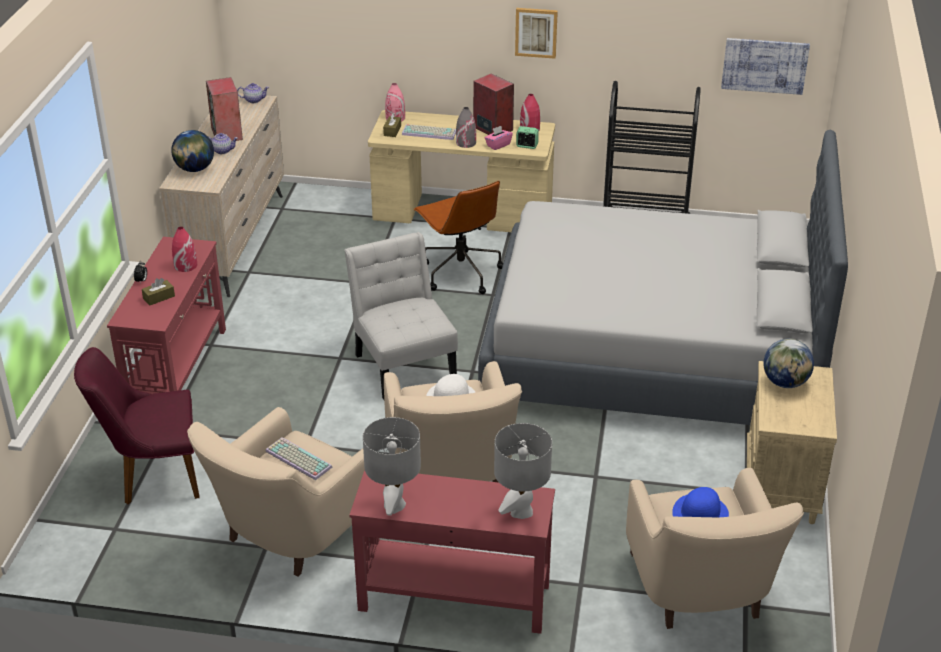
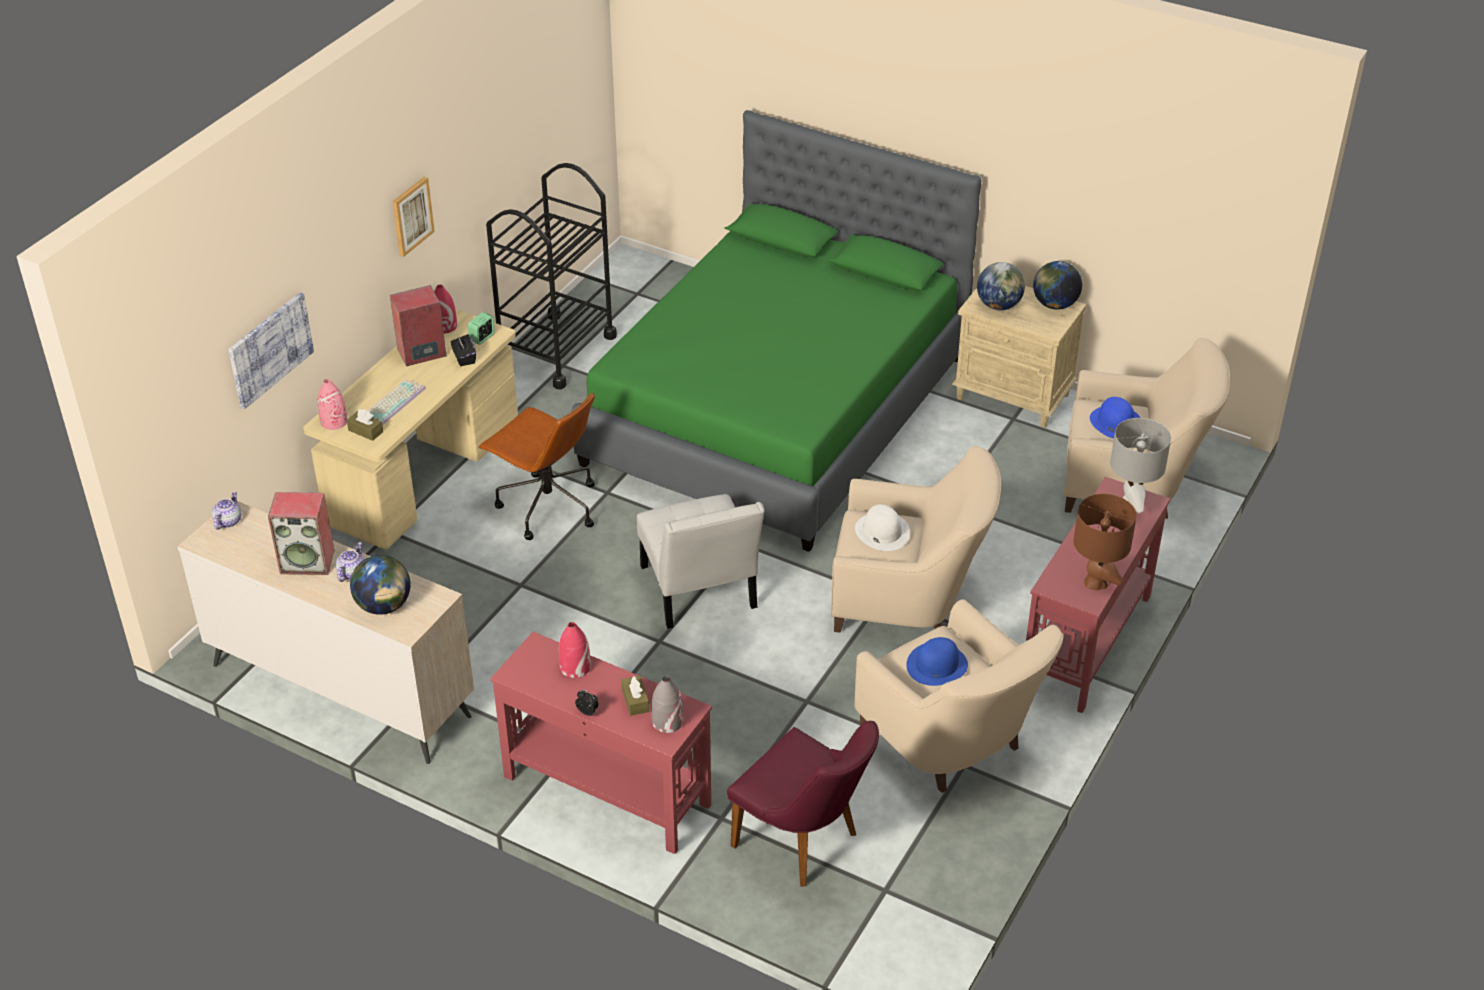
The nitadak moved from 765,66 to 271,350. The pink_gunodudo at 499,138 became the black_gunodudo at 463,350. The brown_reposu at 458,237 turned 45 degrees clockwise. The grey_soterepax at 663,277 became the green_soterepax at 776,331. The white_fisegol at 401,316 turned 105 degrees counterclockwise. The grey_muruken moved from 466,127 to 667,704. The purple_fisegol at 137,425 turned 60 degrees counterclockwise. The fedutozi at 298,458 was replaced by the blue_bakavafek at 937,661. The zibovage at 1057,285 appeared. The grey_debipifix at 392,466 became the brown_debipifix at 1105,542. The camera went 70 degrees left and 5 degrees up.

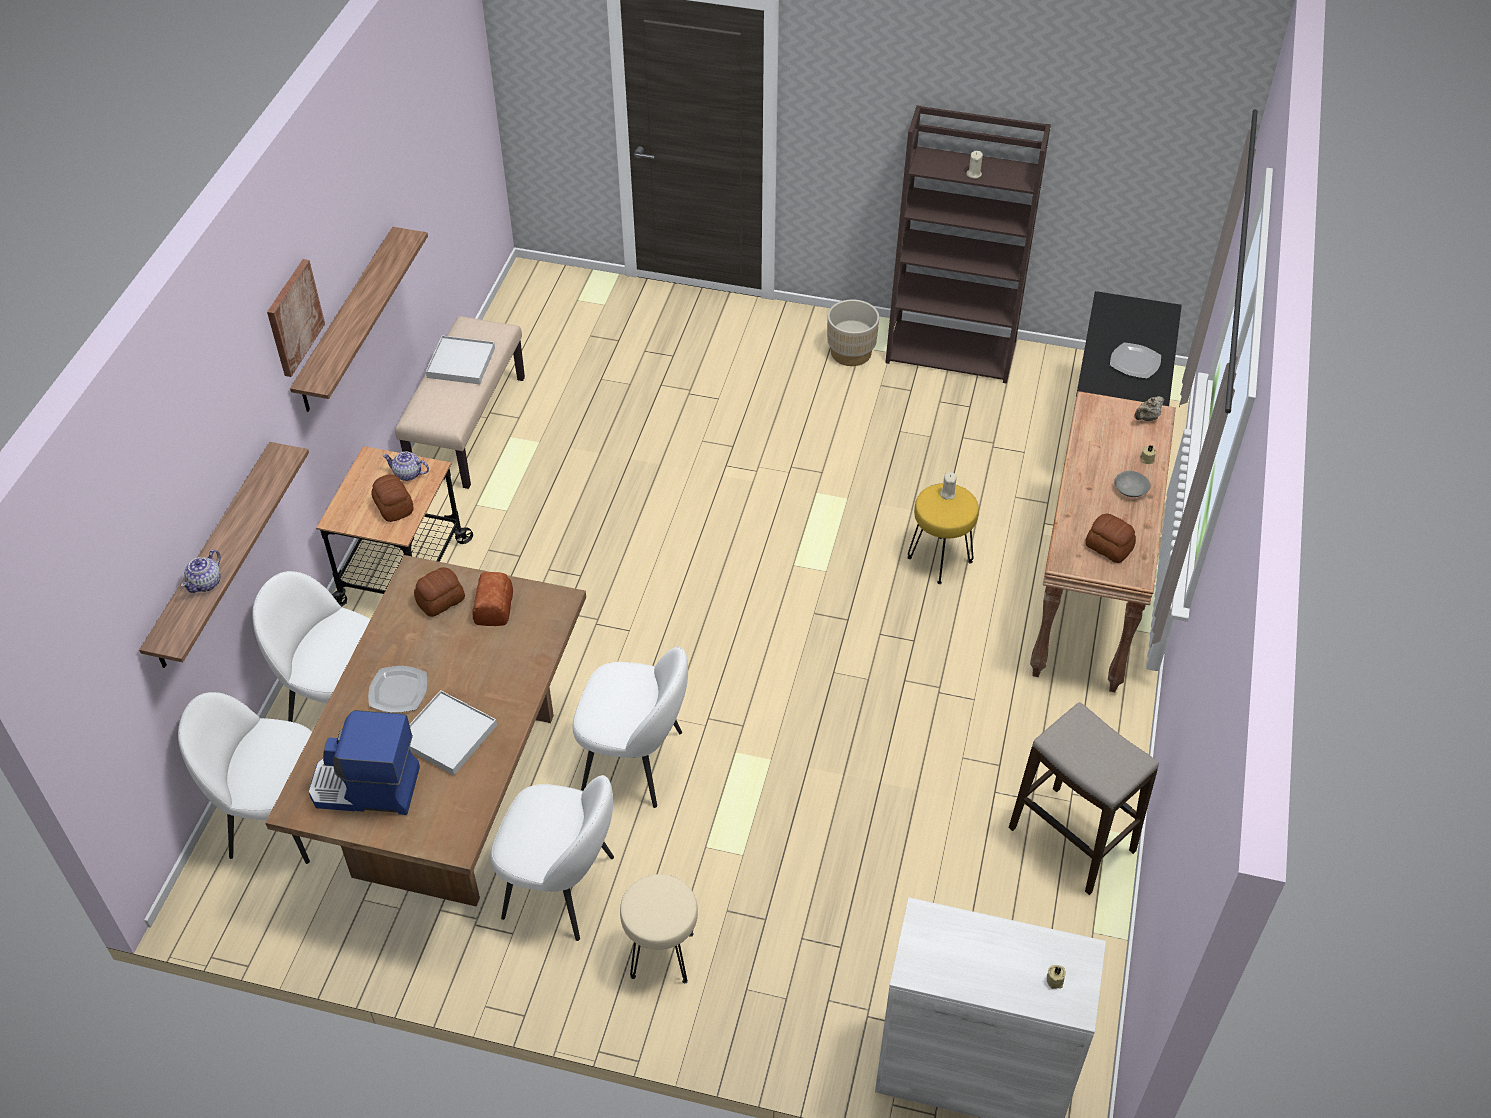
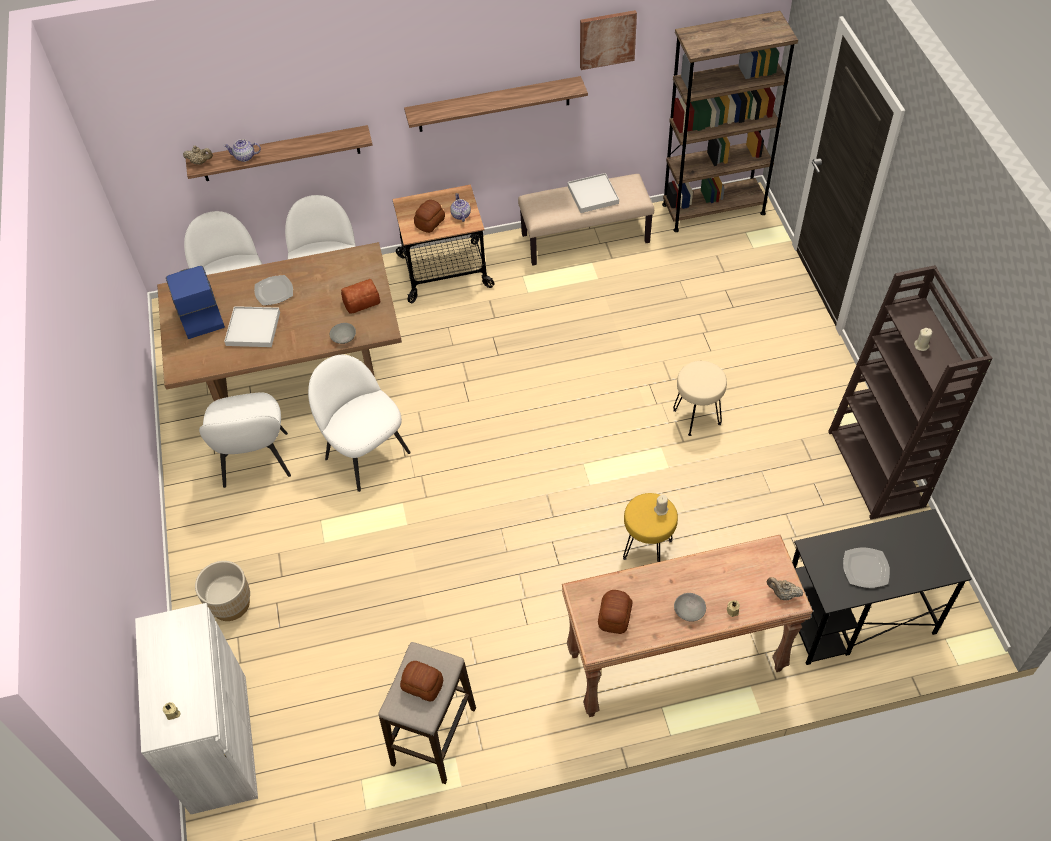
The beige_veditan at 198,155 appeared. The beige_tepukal moved from 853,332 to 222,591. The white_fisegol at 630,727 turned 150 degrees clockwise. The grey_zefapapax at 343,333 appeared. The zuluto moved from 439,592 to 421,681. The nitadak moved from 296,318 to 608,40. The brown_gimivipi at 730,121 appeared. The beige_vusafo moved from 659,928 to 700,398. The camera went 65 degrees right and 5 degrees up.

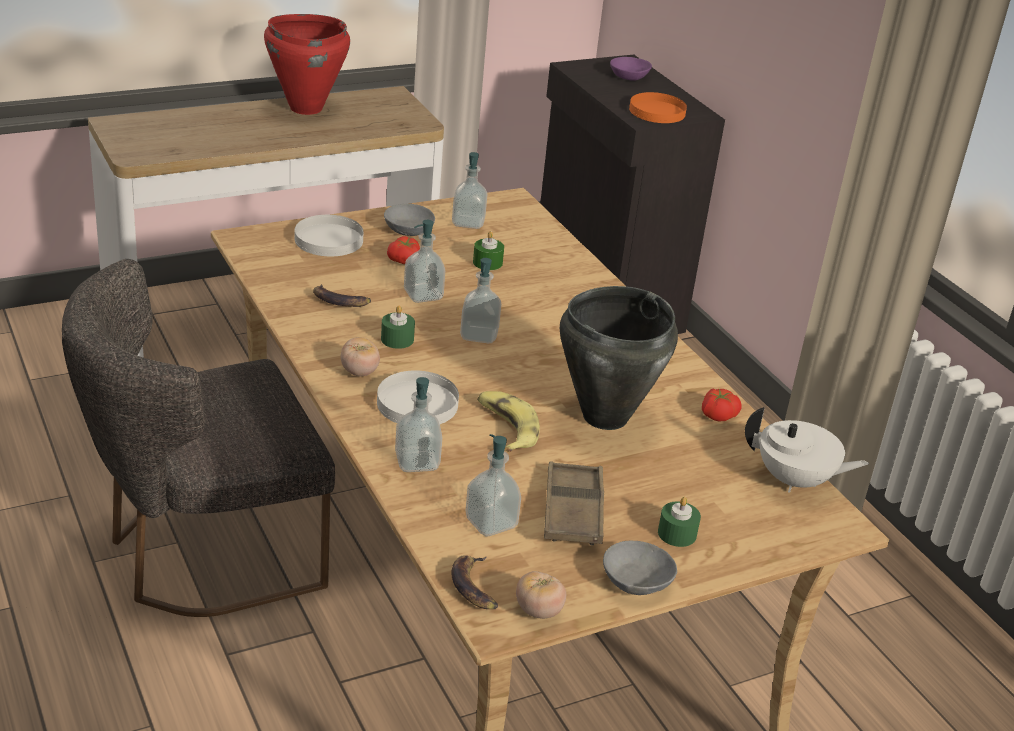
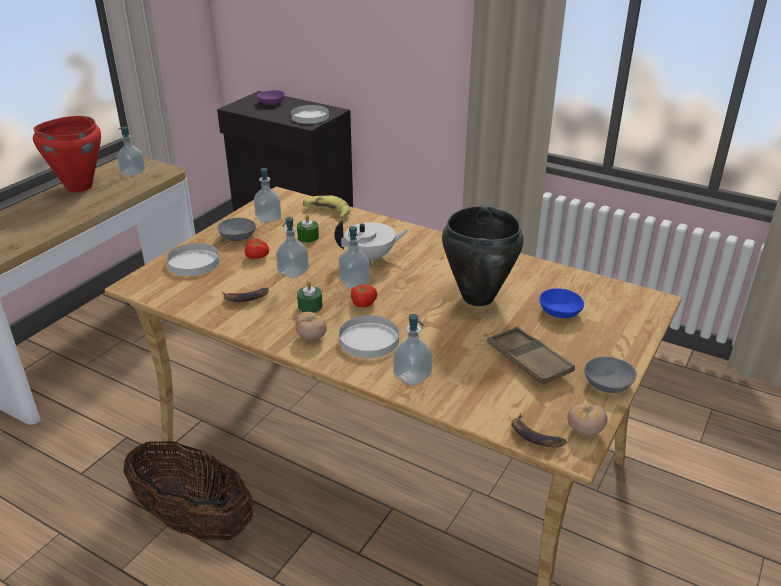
The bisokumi moved from 493,485 to 131,151. The grey_fisegol at 198,438 was replaced by the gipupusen at 188,490. The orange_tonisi at 658,107 became the white_tonisi at 310,114. The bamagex moved from 508,422 to 326,207. The white_veditan moved from 807,450 to 371,242. The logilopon moved from 722,405 to 364,296. The blue_zefapapax at 561,303 appeared. The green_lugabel at 679,522 disappeared. The camera went 30 degrees left and 0 degrees up.

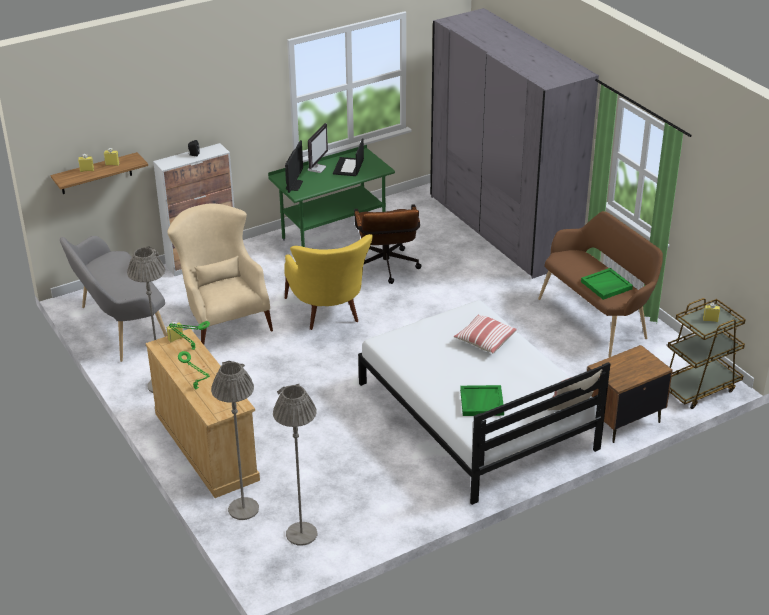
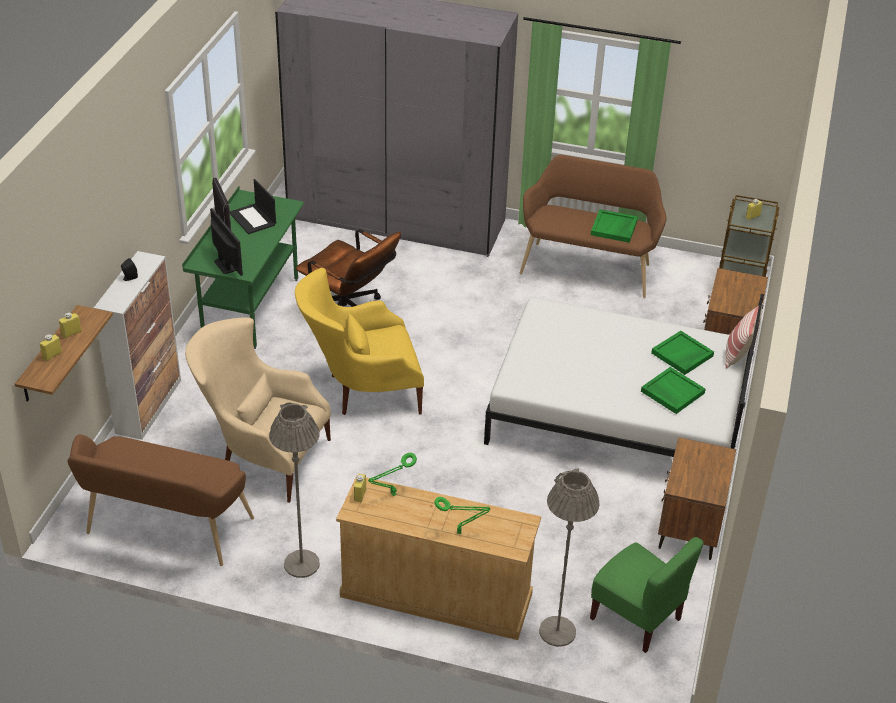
The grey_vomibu at 114,299 became the brown_vomibu at 161,500. The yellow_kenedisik at 328,282 turned 135 degrees clockwise. The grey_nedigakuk at 295,464 was replaced by the green_fisegol at 646,595. The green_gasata at 682,353 appeared. The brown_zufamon at 697,498 appeared. The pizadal at 485,333 disappeared. The camera went 45 degrees left and 5 degrees up.

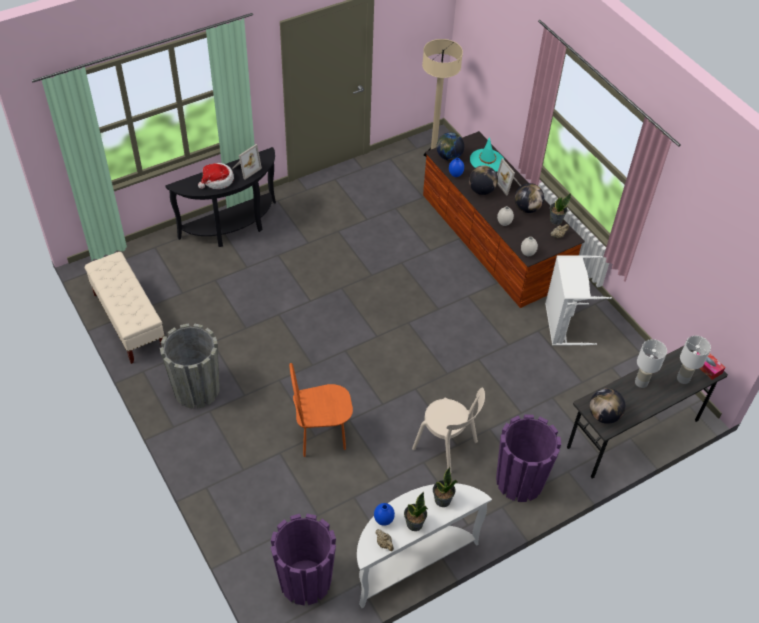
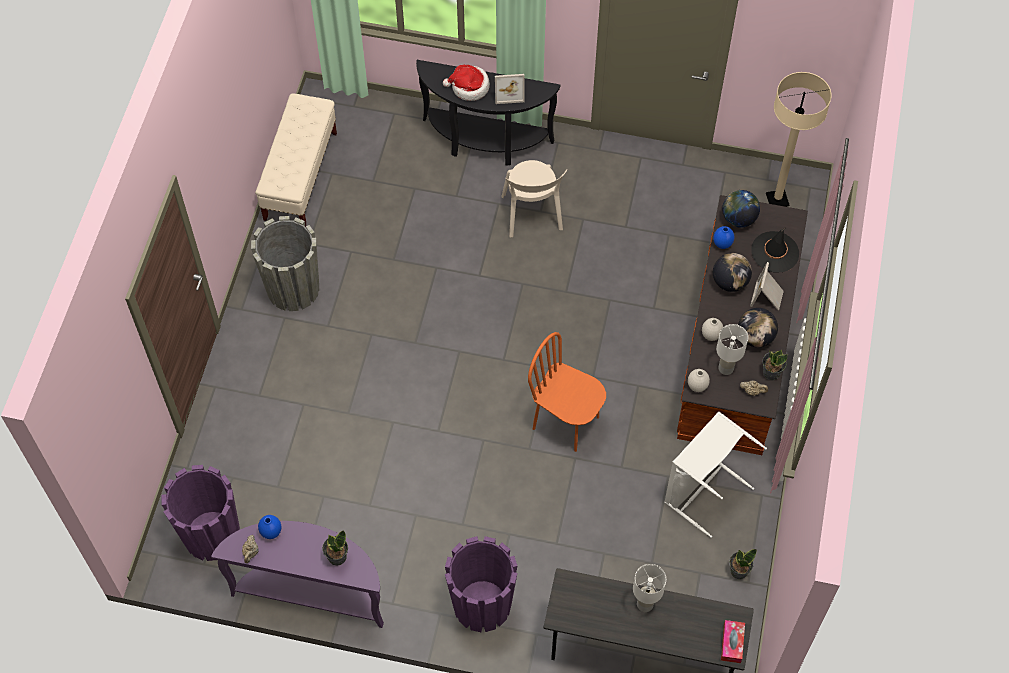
The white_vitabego at 424,545 became the purple_vitabego at 297,574. The beige_fisegol moved from 448,430 to 534,199. The orange_fisegol moved from 321,410 to 567,392. The white_debipifix moved from 694,360 to 732,349. The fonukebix moved from 416,511 to 743,564. The turquoise_bakavafek at 487,154 became the black_bakavafek at 775,249. The zibovage at 607,406 disappeared. The camera went 45 degrees right and 10 degrees up.

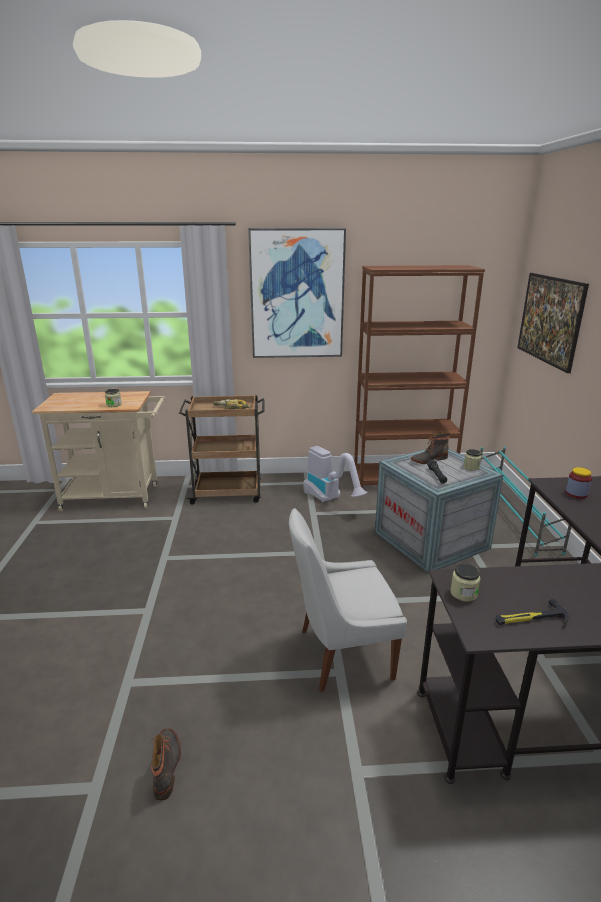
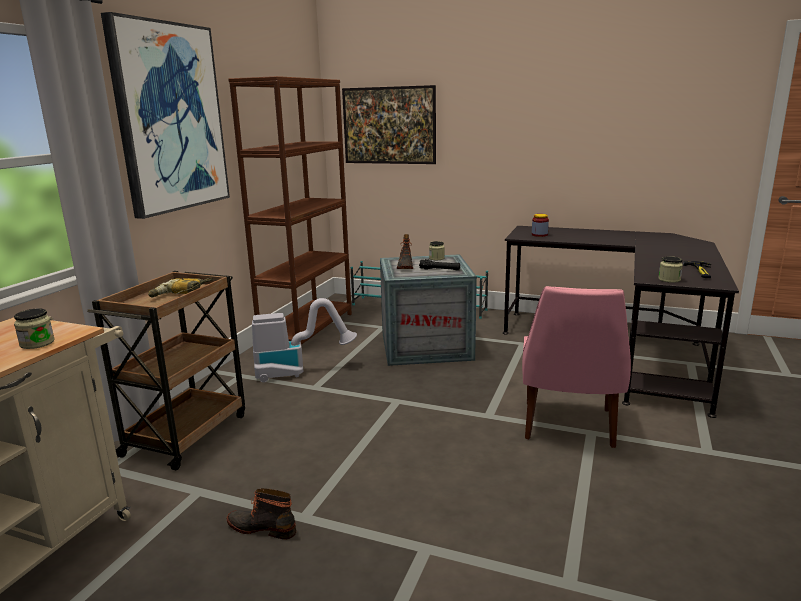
The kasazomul moved from 166,764 to 261,513. The white_fisegol at 348,600 became the pink_fisegol at 576,367. The camera went 65 degrees left and 5 degrees down.

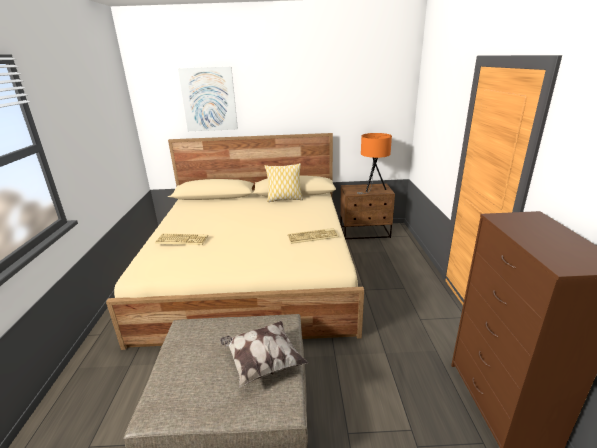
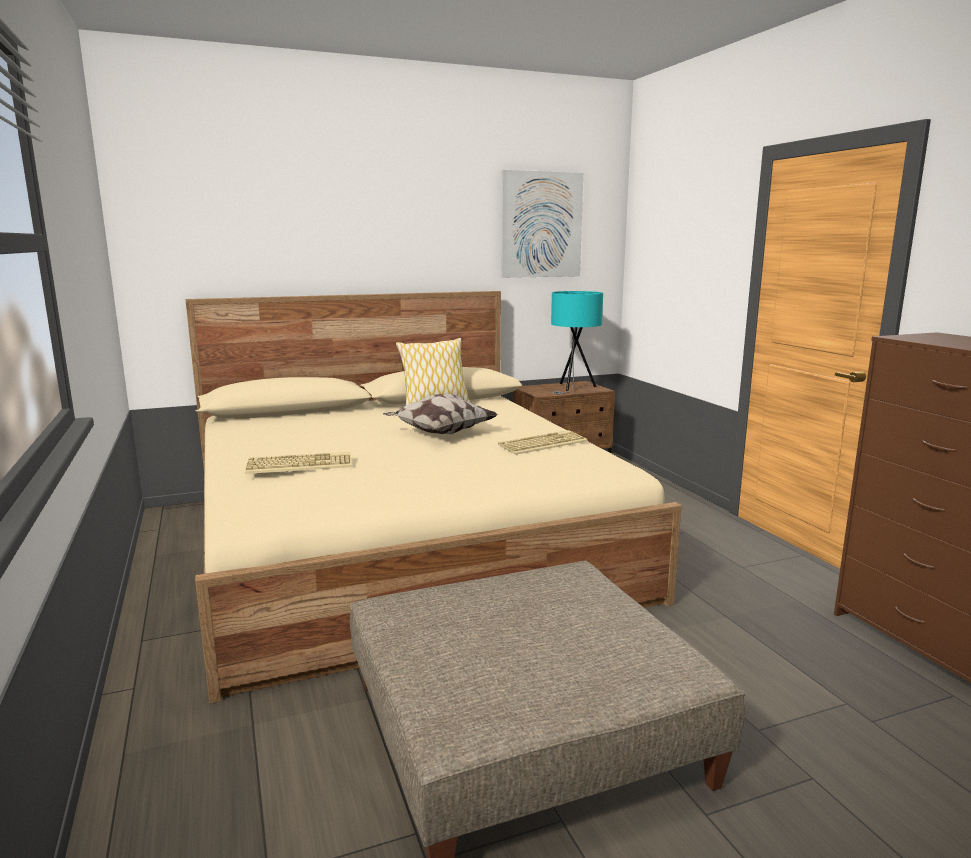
The pizadal moved from 264,354 to 440,414. The nitadak moved from 208,99 to 542,224. The orange_debipifix at 374,163 became the turquoise_debipifix at 577,342. The camera went 20 degrees left and 10 degrees down.

